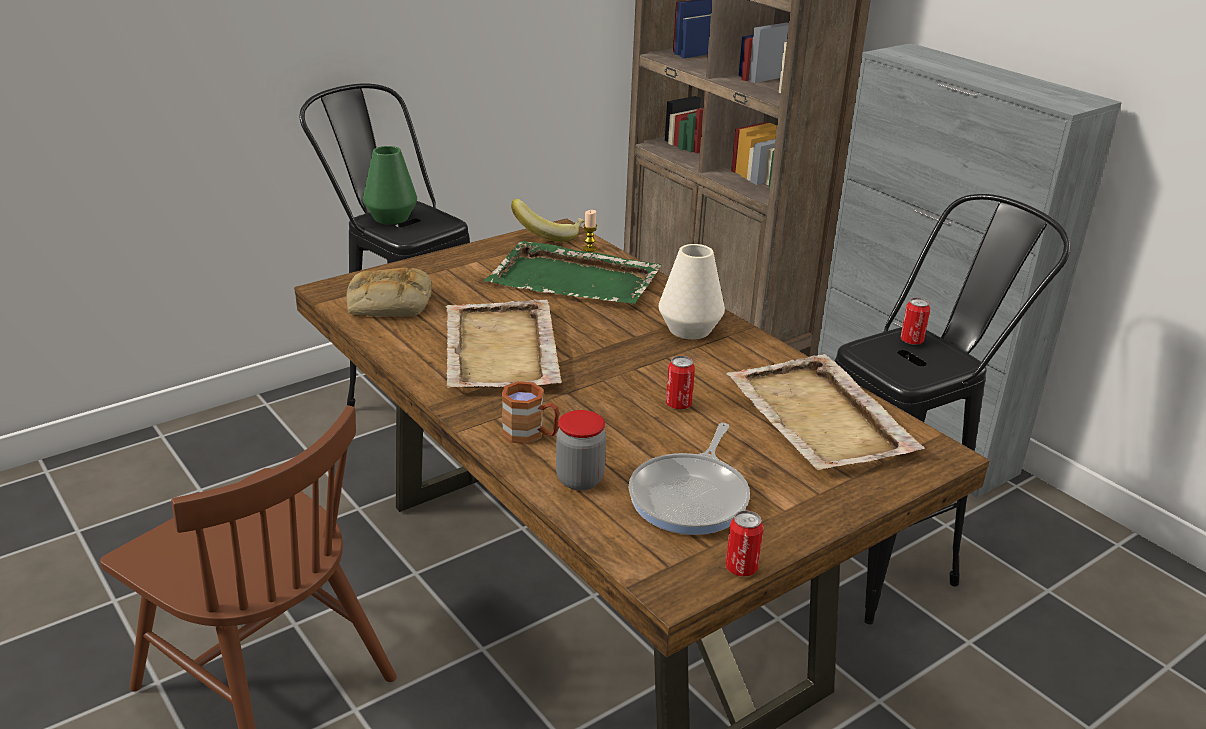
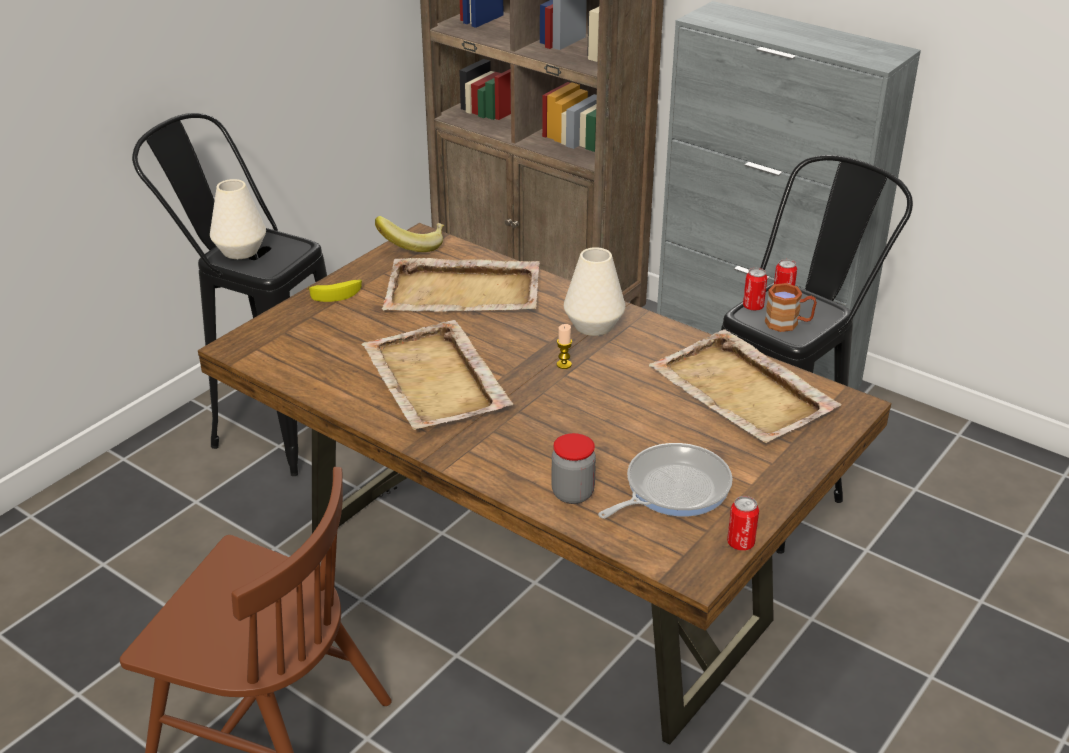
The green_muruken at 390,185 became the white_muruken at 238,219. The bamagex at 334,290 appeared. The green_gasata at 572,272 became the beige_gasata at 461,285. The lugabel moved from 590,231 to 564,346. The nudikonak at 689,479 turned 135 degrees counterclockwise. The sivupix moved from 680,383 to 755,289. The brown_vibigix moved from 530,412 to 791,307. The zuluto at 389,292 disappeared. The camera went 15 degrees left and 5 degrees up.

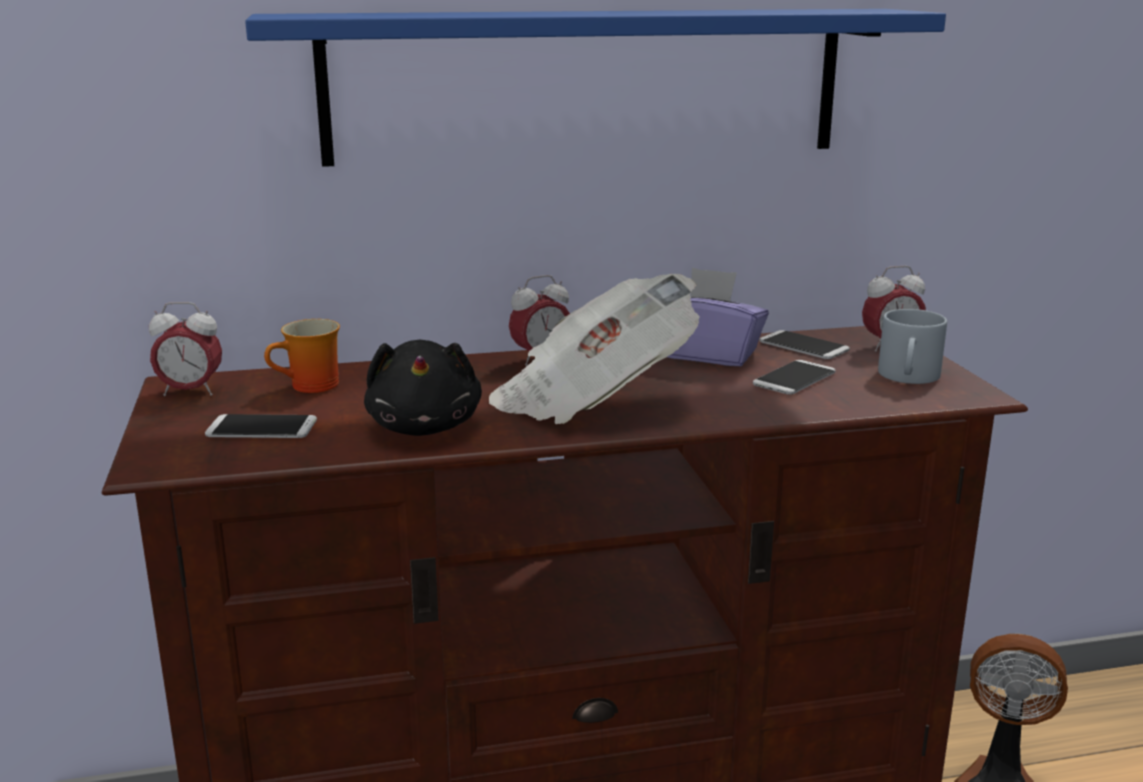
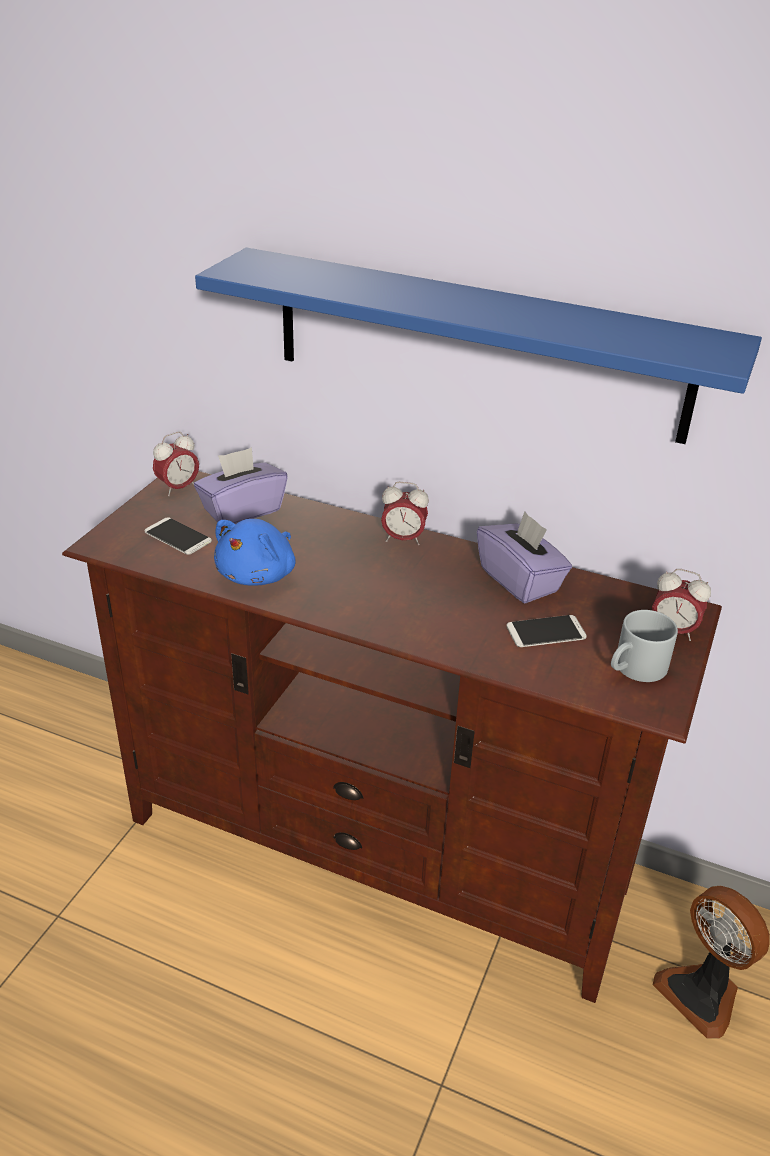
The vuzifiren at 185,349 turned 75 degrees counterclockwise. The vibigix at 302,356 was replaced by the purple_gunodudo at 241,485. The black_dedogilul at 423,388 became the blue_dedogilul at 254,552. The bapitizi at 594,349 disappeared. The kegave at 804,344 disappeared. The camera went 35 degrees right and 15 degrees up.

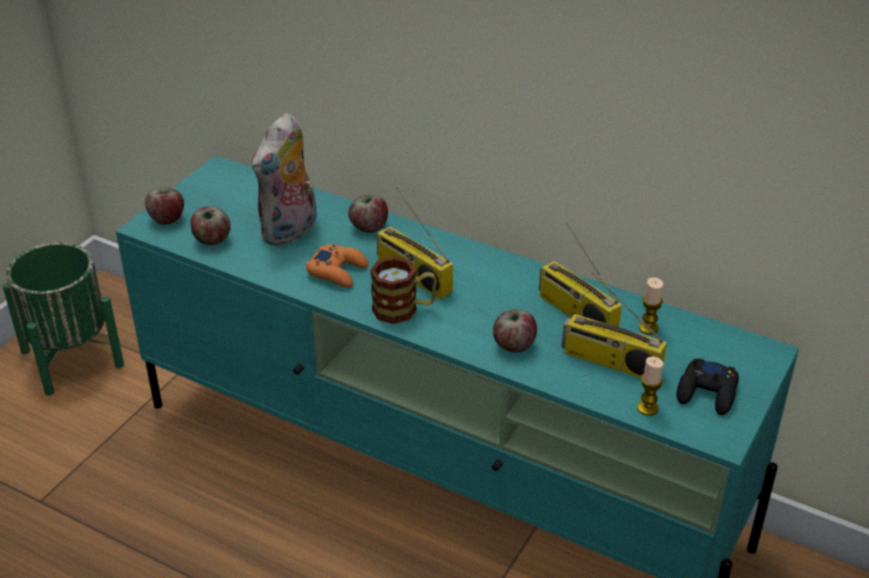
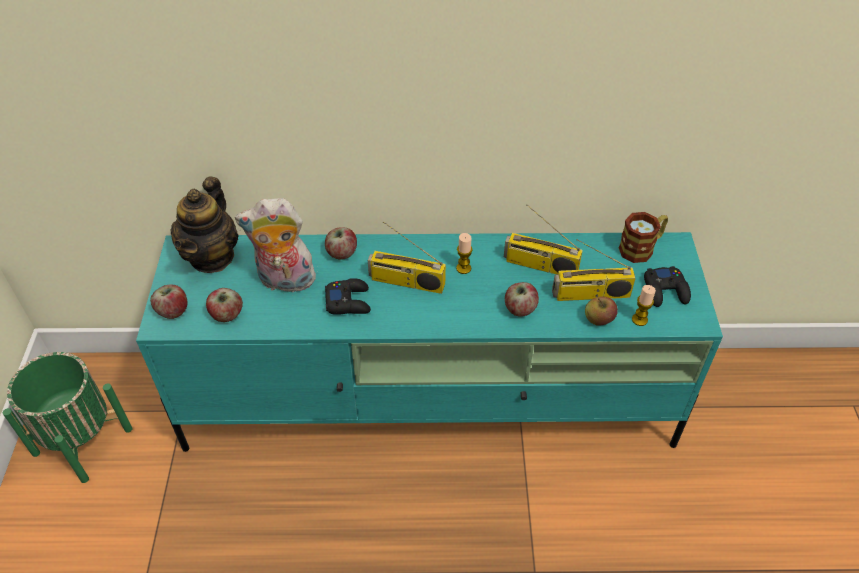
The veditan at 204,225 appeared. The dedogilul at 284,179 turned 90 degrees clockwise. The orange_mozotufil at 337,266 became the black_mozotufil at 348,296. The lugabel moved from 651,305 to 464,253. The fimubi at 601,310 appeared. The vibigix moved from 403,290 to 643,237. The camera went 30 degrees left and 10 degrees up.

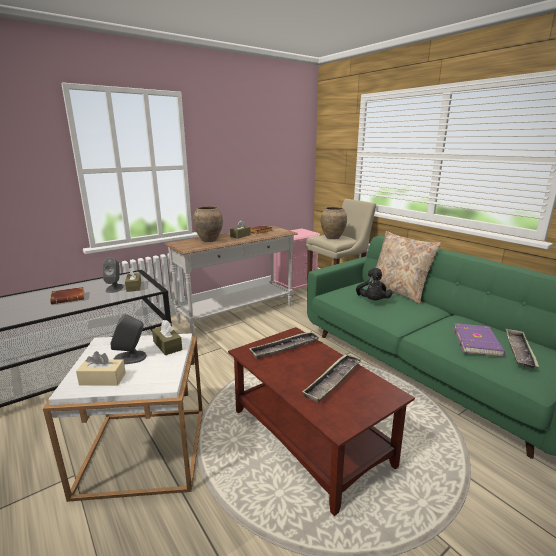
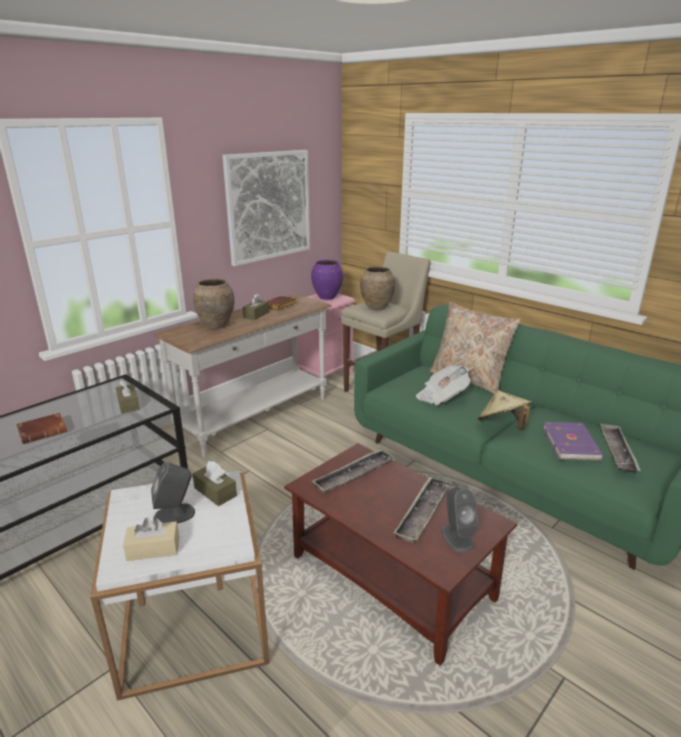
The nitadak at 266,208 appeared. The purple_muruken at 327,280 appeared. The black_dedogilul at 374,284 was replaced by the bapitizi at 443,385. The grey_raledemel moved from 113,275 to 460,520. The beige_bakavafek at 505,409 appeared. The camera went 10 degrees left and 5 degrees up.

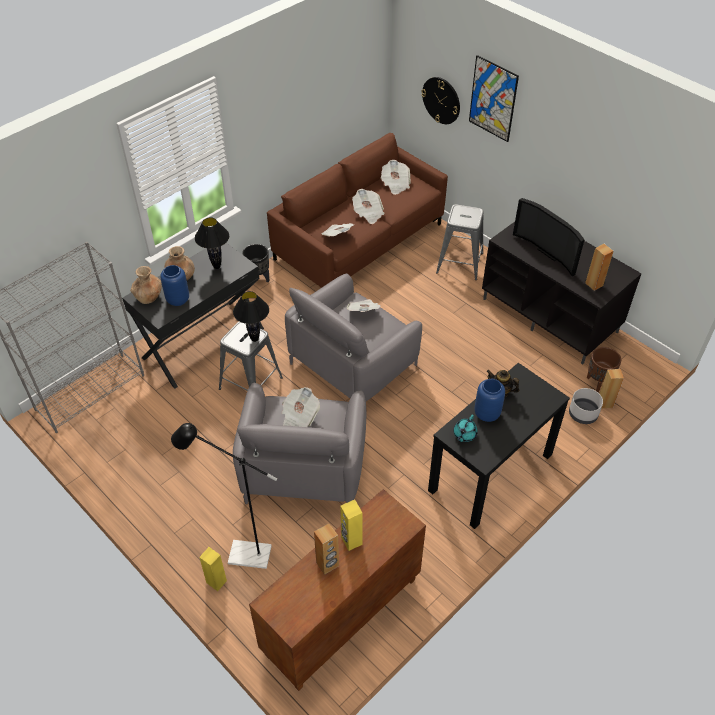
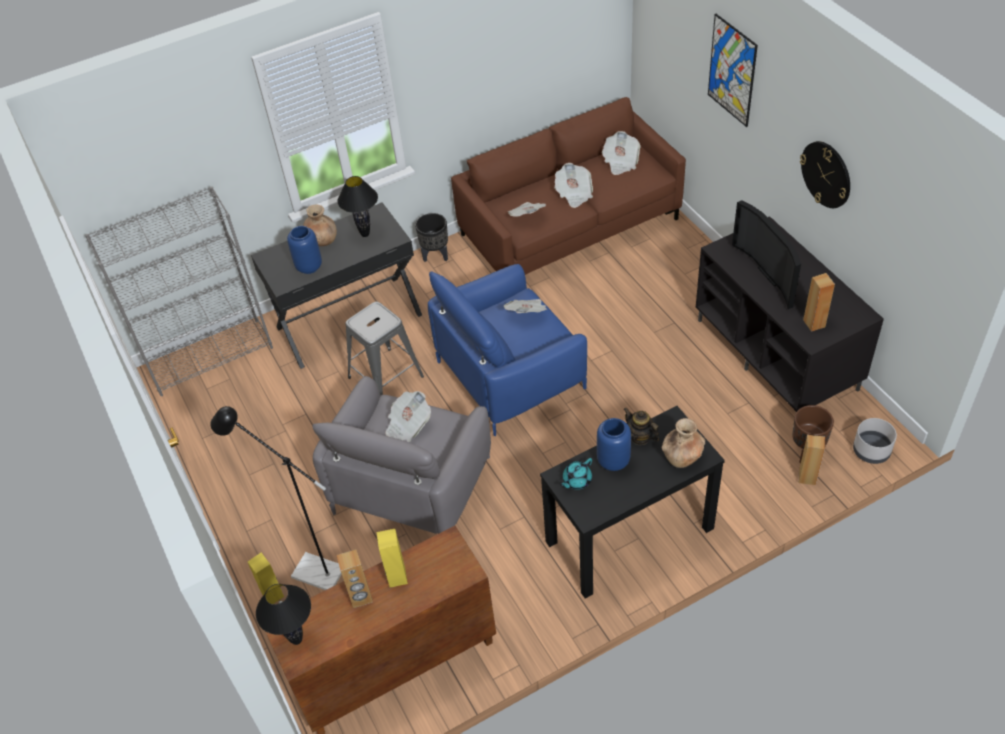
The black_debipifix moved from 251,316 to 283,614. The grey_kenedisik at 353,337 became the blue_kenedisik at 507,350. The brown_muruken moved from 146,285 to 683,443. The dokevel moved from 440,100 to 825,174. The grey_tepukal moved from 586,406 to 875,441. The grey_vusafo at 460,242 disappeared. The camera went 20 degrees right and 0 degrees up.

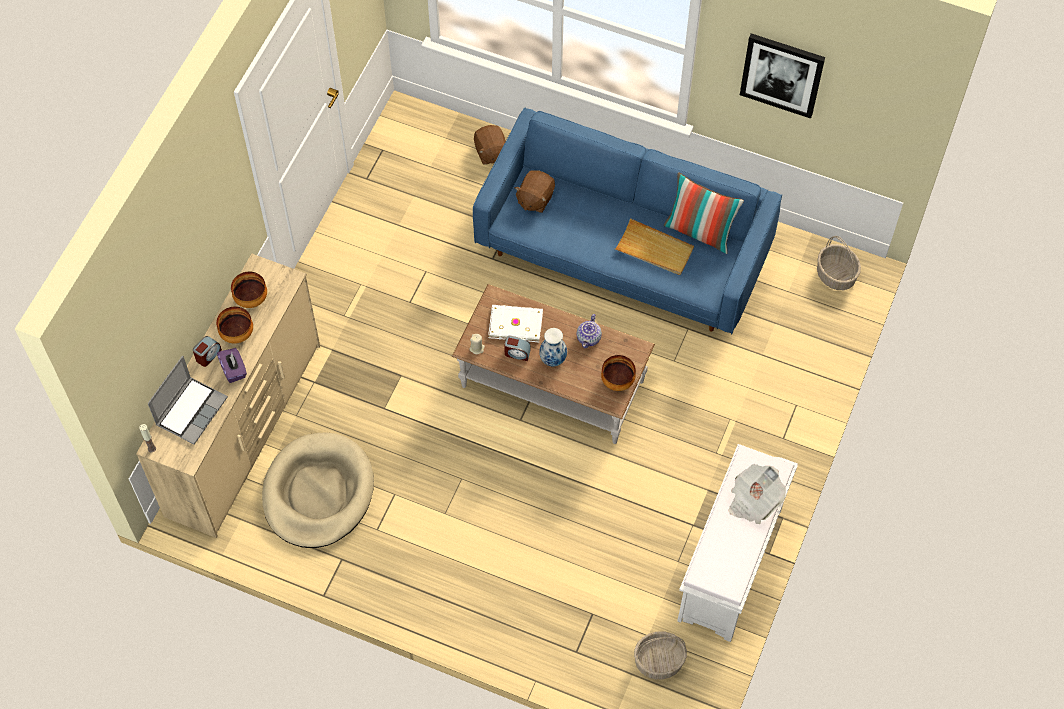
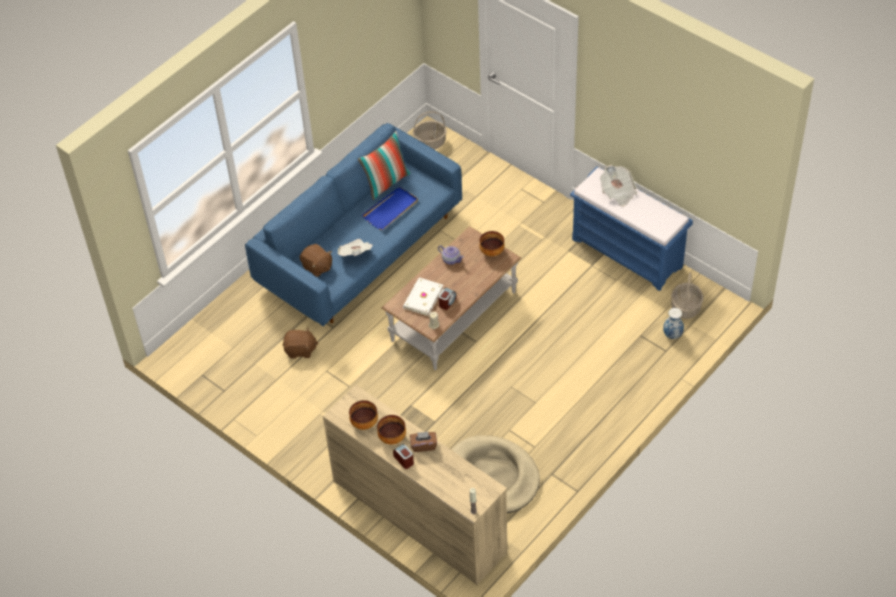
The brown_dedogilul moved from 490,145 to 300,343. The bapitizi at 355,247 appeared. The beige_gasata at 654,246 became the blue_gasata at 390,208. The purple_gunodudo at 232,365 became the brown_gunodudo at 423,442. The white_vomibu at 737,543 became the blue_vomibu at 631,228. The muruken moved from 553,347 to 673,323. The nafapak at 188,400 disappeared. The nitadak at 782,76 disappeared. The camera went 70 degrees left and 10 degrees down.

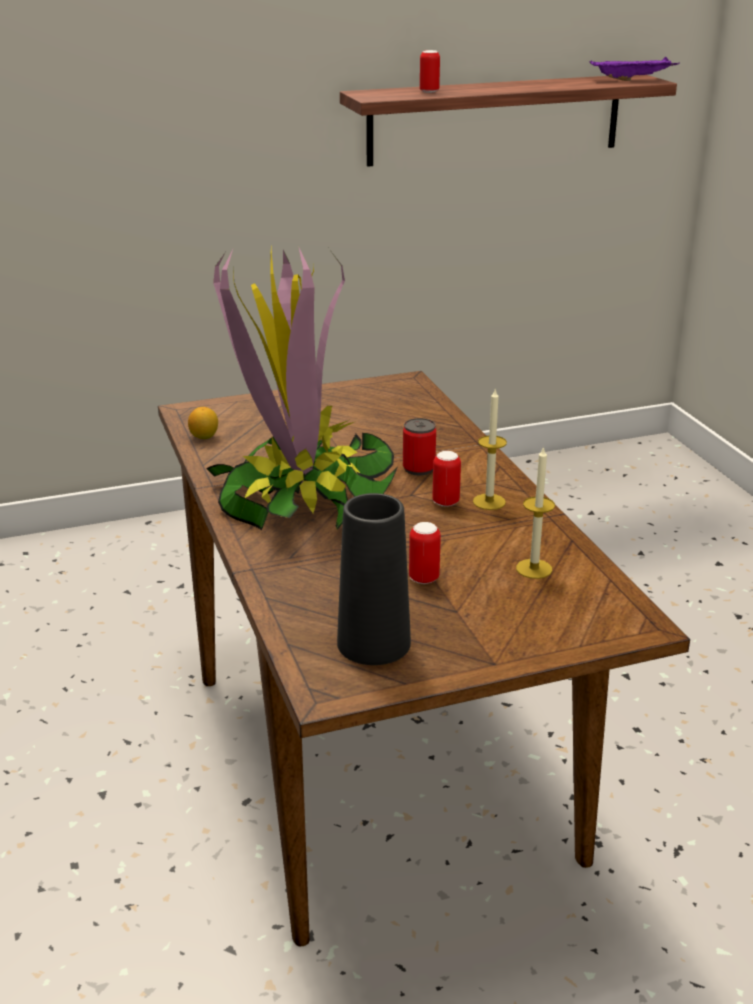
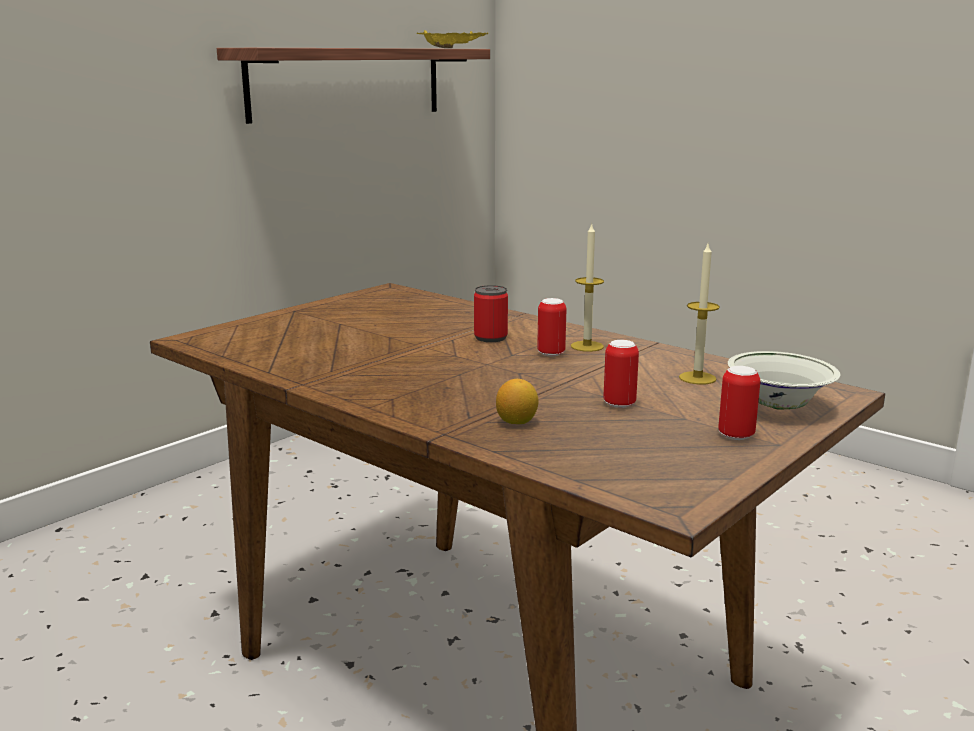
The purple_gasata at 635,69 became the yellow_gasata at 452,39. The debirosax moved from 203,423 to 517,401. The sivupix moved from 430,71 to 739,403. The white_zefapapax at 784,380 appeared. The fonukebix at 302,389 disappeared. The black_muruken at 374,579 disappeared. The camera went 30 degrees left and 10 degrees down.

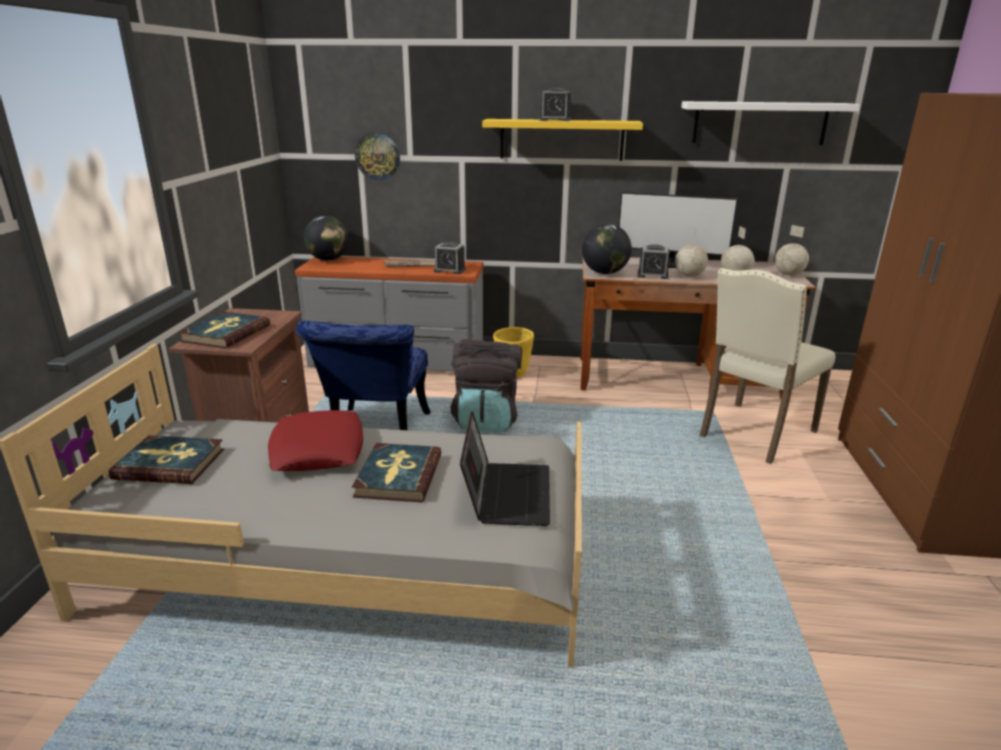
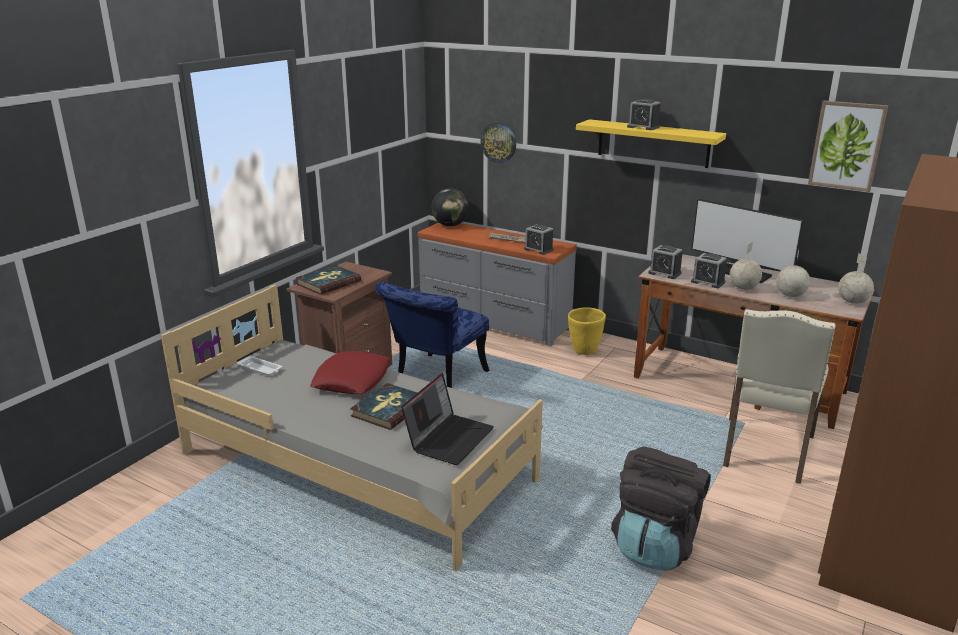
The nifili at 166,459 was replaced by the white_gasata at 259,365. The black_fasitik moved from 486,385 to 661,508. The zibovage at 607,249 was replaced by the vuzifiren at 665,262. The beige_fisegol at 767,366 turned 45 degrees counterclockwise. The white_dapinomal at 770,123 was replaced by the nitadak at 848,146. The camera went 25 degrees right and 0 degrees up.

